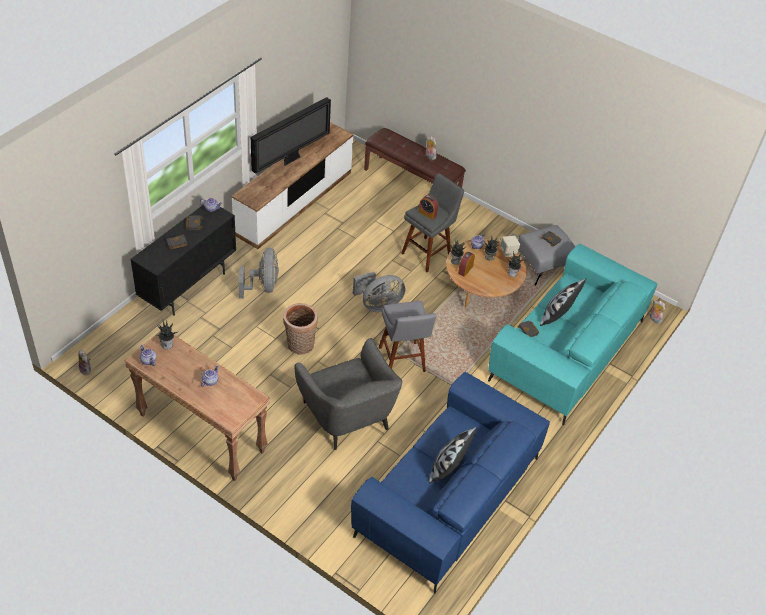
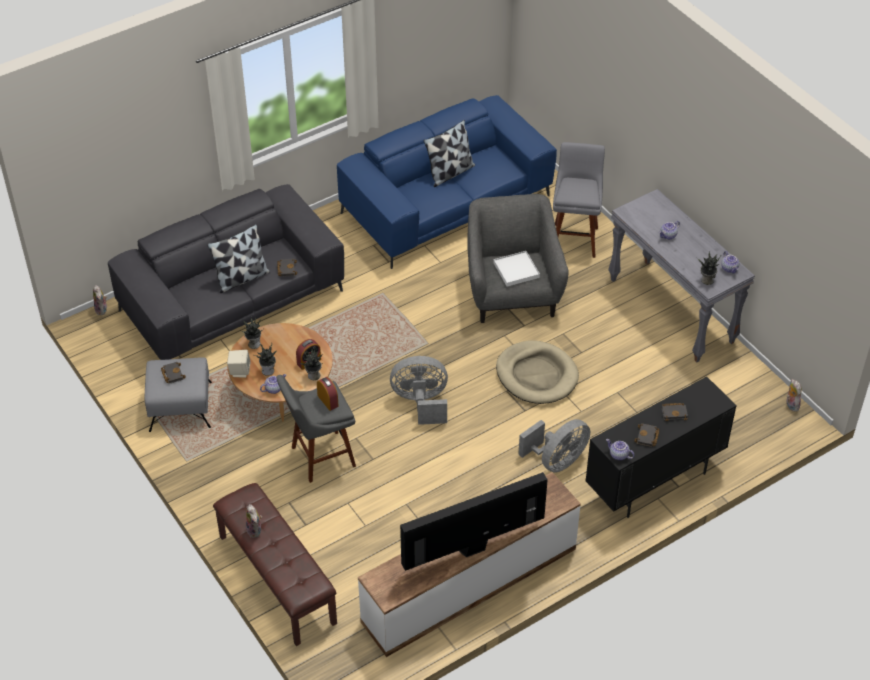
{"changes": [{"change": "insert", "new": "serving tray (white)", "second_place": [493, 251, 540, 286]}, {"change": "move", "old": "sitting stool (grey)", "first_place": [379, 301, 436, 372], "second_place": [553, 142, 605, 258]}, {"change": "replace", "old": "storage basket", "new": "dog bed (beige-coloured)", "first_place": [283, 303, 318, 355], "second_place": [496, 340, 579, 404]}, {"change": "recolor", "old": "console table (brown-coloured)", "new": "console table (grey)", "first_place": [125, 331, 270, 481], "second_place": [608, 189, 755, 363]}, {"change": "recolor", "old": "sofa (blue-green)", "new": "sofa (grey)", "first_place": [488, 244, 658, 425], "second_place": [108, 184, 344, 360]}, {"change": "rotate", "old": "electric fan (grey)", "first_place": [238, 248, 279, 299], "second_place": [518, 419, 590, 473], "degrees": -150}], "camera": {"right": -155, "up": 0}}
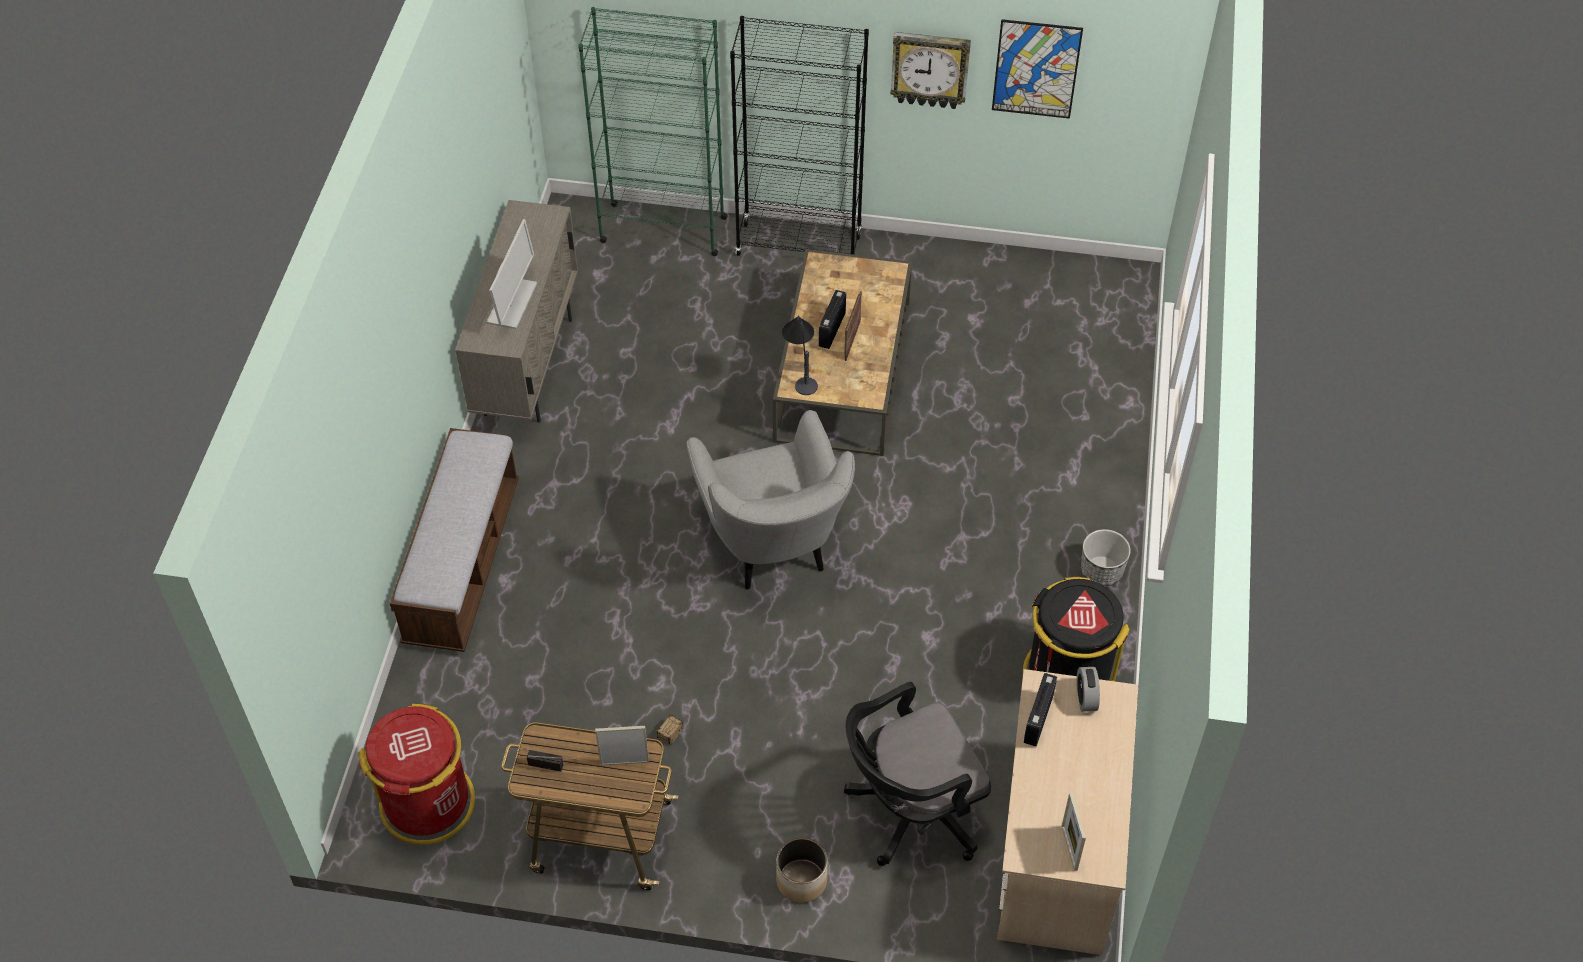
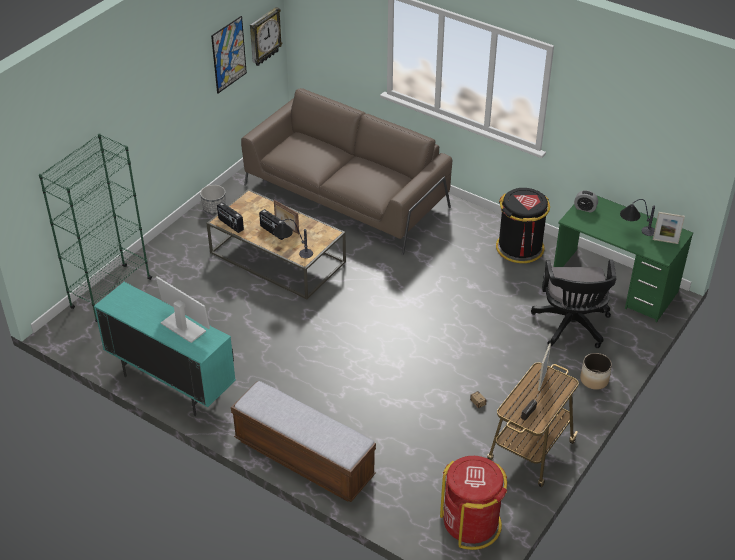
{"changes": [{"change": "delete", "old": "lounge chair (grey)", "first_place": [687, 410, 855, 590]}, {"change": "delete", "old": "bookcase (black-coloured)", "first_place": [730, 16, 869, 256]}, {"change": "insert", "new": "sofa (brown-coloured)", "second_place": [241, 88, 452, 255]}, {"change": "insert", "new": "tabletop lamp", "second_place": [620, 199, 655, 236]}, {"change": "move", "old": "wall clock", "first_place": [890, 32, 971, 109], "second_place": [250, 7, 283, 66]}, {"change": "move", "old": "radio set", "first_place": [1024, 673, 1057, 747], "second_place": [217, 202, 244, 233]}, {"change": "move", "old": "flower pot", "first_place": [1081, 529, 1131, 586], "second_place": [200, 185, 226, 214]}, {"change": "recolor", "old": "storage cabinet (beige-coloured)", "new": "storage cabinet (blue-green)", "first_place": [455, 200, 578, 423], "second_place": [94, 282, 236, 416]}, {"change": "recolor", "old": "desk unit (beige-coloured)", "new": "desk unit (green-coloured)", "first_place": [997, 669, 1138, 955], "second_place": [554, 195, 693, 322]}], "camera": {"right": -65, "up": -10}}
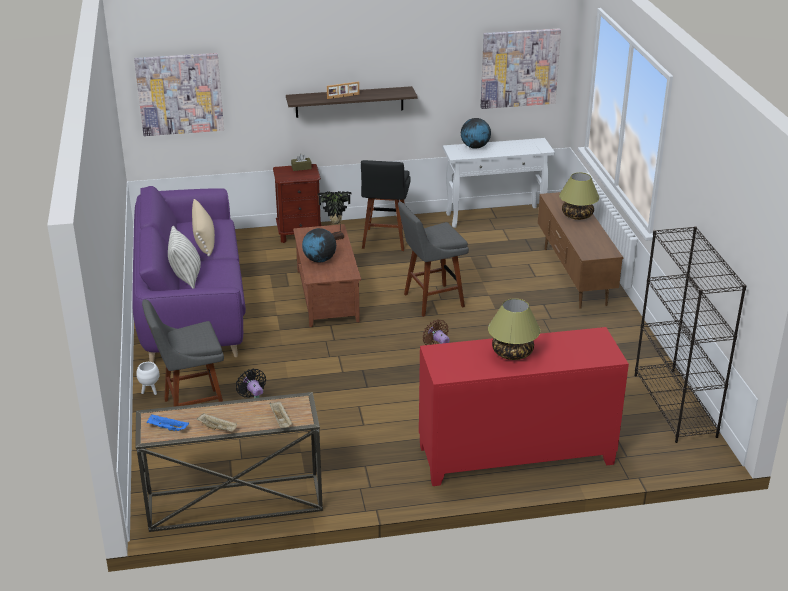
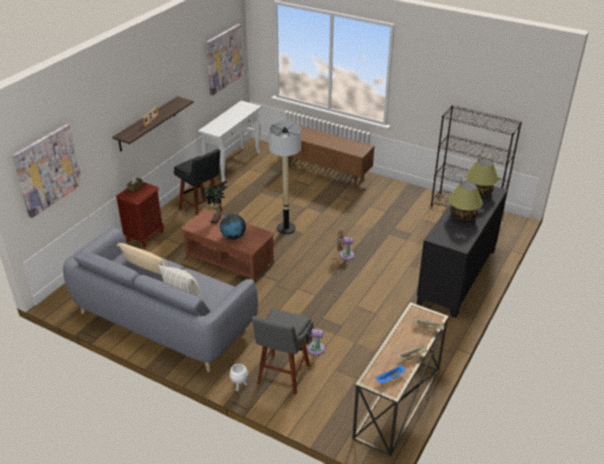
{"changes": [{"change": "delete", "old": "globe", "first_place": [461, 118, 491, 149]}, {"change": "move", "old": "tabletop lamp", "first_place": [559, 172, 599, 220], "second_place": [466, 158, 499, 196]}, {"change": "replace", "old": "sitting stool (grey)", "new": "standing lamp", "first_place": [398, 202, 469, 317], "second_place": [269, 121, 301, 234]}, {"change": "recolor", "old": "sofa (purplish)", "new": "sofa (grey)", "first_place": [132, 186, 246, 363], "second_place": [63, 227, 258, 372]}, {"change": "recolor", "old": "storage cabinet (red-coloured)", "new": "storage cabinet (black-coloured)", "first_place": [419, 327, 629, 486], "second_place": [417, 180, 507, 318]}], "camera": {"right": -50, "up": 5}}
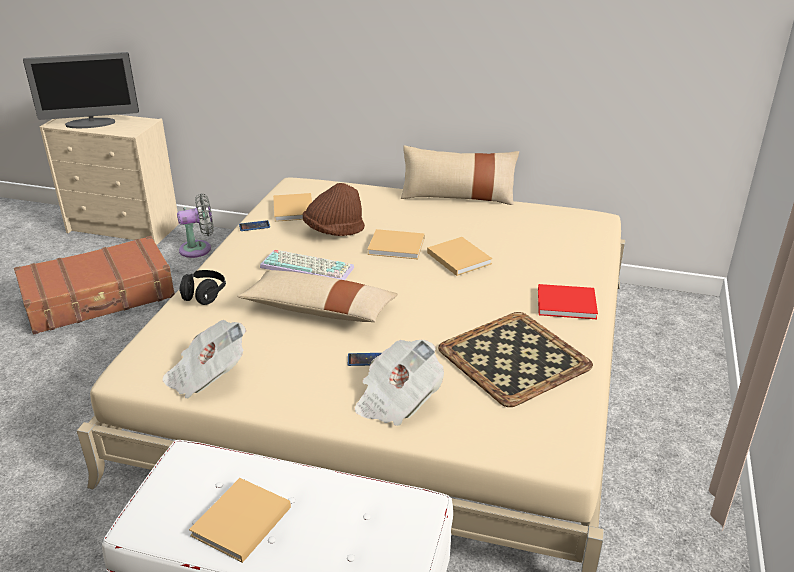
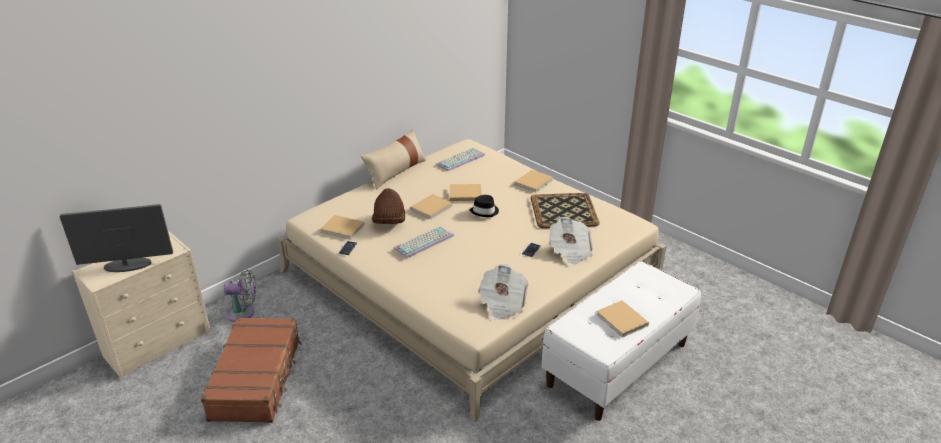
{"changes": [{"change": "delete", "old": "pair of headphones (black-coloured)", "first_place": [179, 270, 226, 305]}, {"change": "delete", "old": "cushion (beige-coloured)", "first_place": [237, 270, 398, 322]}, {"change": "insert", "new": "keyboard", "second_place": [437, 147, 485, 171]}, {"change": "insert", "new": "hat (black-coloured)", "second_place": [470, 195, 499, 217]}, {"change": "recolor", "old": "book (red-coloured)", "new": "book (beige-coloured)", "first_place": [538, 284, 598, 319], "second_place": [515, 170, 553, 193]}, {"change": "rotate", "old": "computer screen", "first_place": [23, 52, 139, 128], "second_place": [60, 204, 173, 272], "degrees": -120}, {"change": "rotate", "old": "electric fan (grey)", "first_place": [177, 193, 214, 258], "second_place": [224, 270, 256, 322], "degrees": 75}], "camera": {"right": -60, "up": 0}}
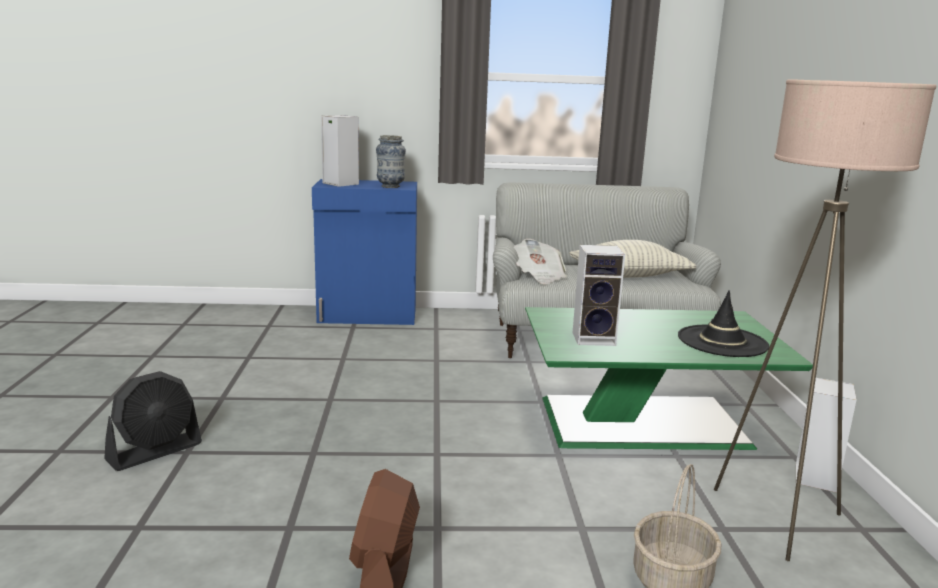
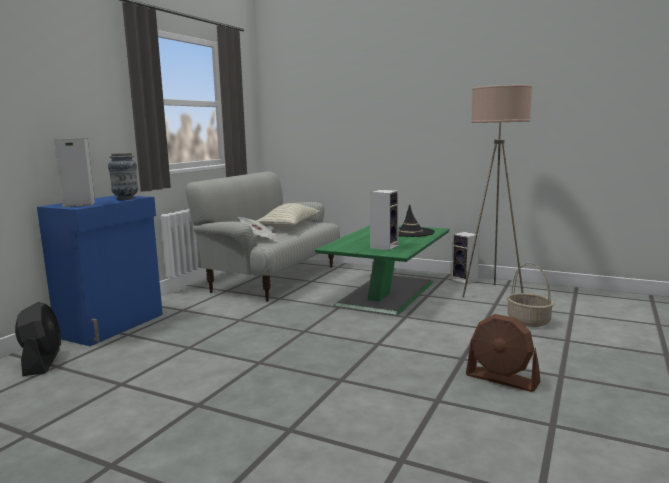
{"changes": [{"change": "move", "old": "electric fan (black-coloured)", "first_place": [104, 371, 202, 471], "second_place": [15, 302, 61, 376]}], "camera": {"right": -60, "up": -5}}
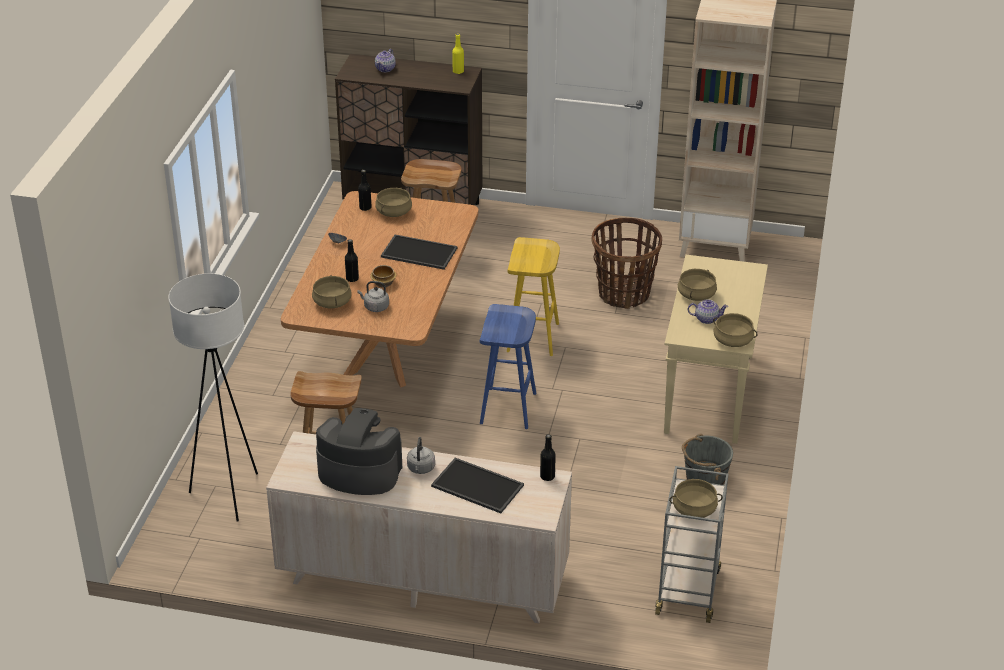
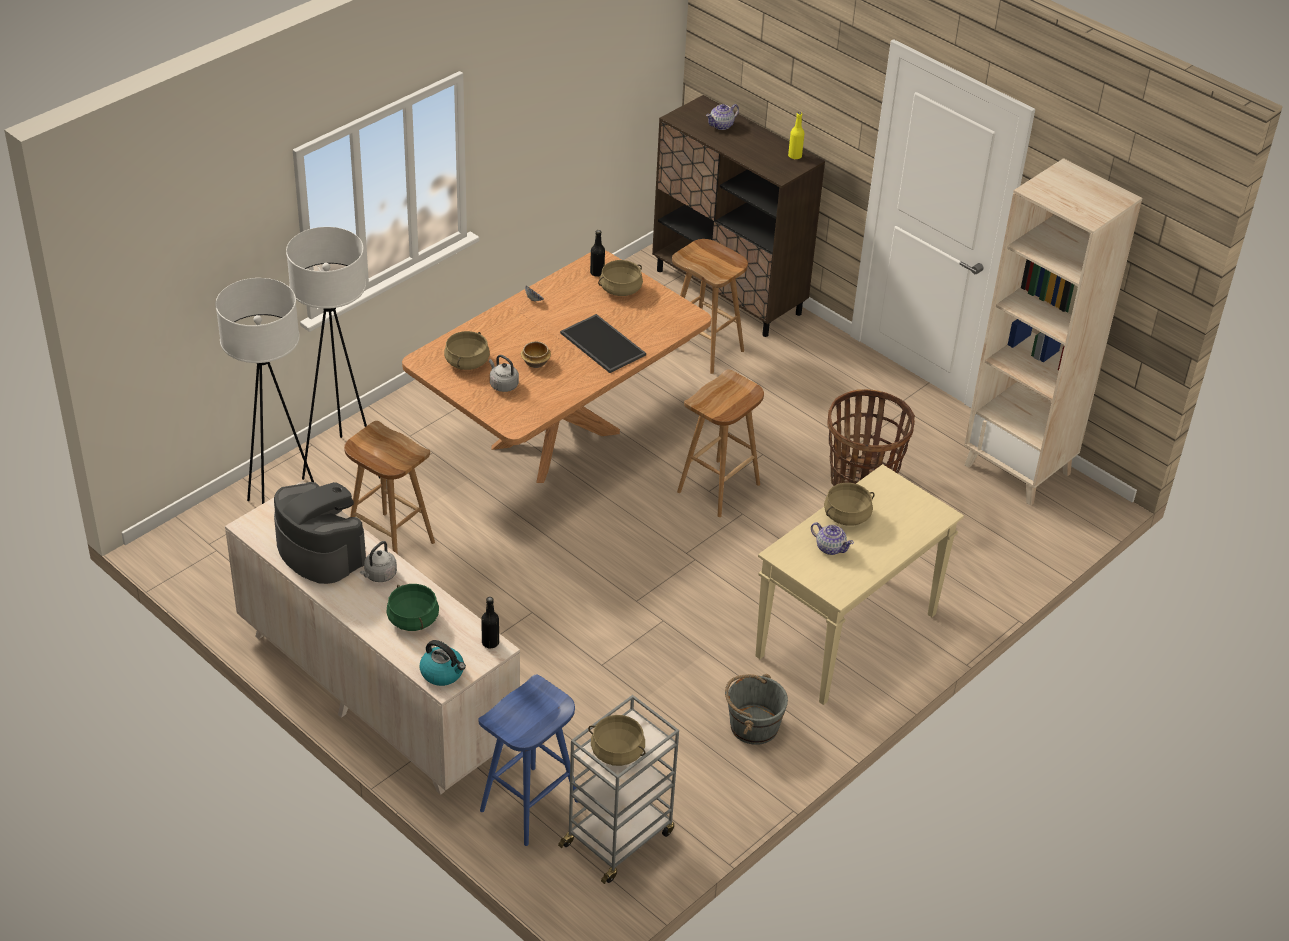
{"changes": [{"change": "delete", "old": "bottle (black-coloured)", "first_place": [345, 239, 359, 282]}, {"change": "delete", "old": "saucepot (beige-coloured)", "first_place": [713, 313, 757, 347]}, {"change": "insert", "new": "standing lamp (white)", "second_place": [286, 227, 380, 480]}, {"change": "insert", "new": "water kettle", "second_place": [420, 640, 466, 686]}, {"change": "move", "old": "sitting stool (blue)", "first_place": [480, 304, 536, 429], "second_place": [478, 675, 578, 846]}, {"change": "replace", "old": "serving tray", "new": "saucepot (green-coloured)", "first_place": [431, 458, 524, 513], "second_place": [386, 584, 439, 631]}, {"change": "recolor", "old": "sitting stool (yellow-coloured)", "new": "sitting stool (brown-coloured)", "first_place": [507, 237, 560, 356], "second_place": [677, 369, 764, 517]}], "camera": {"right": 30, "up": 5}}
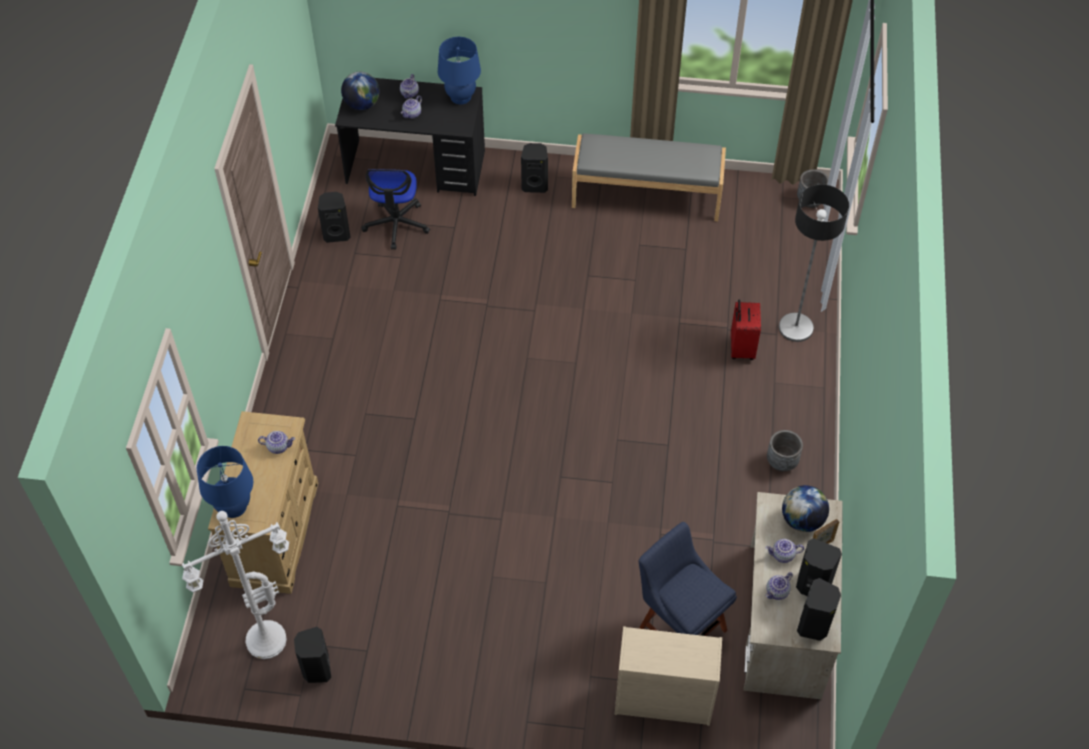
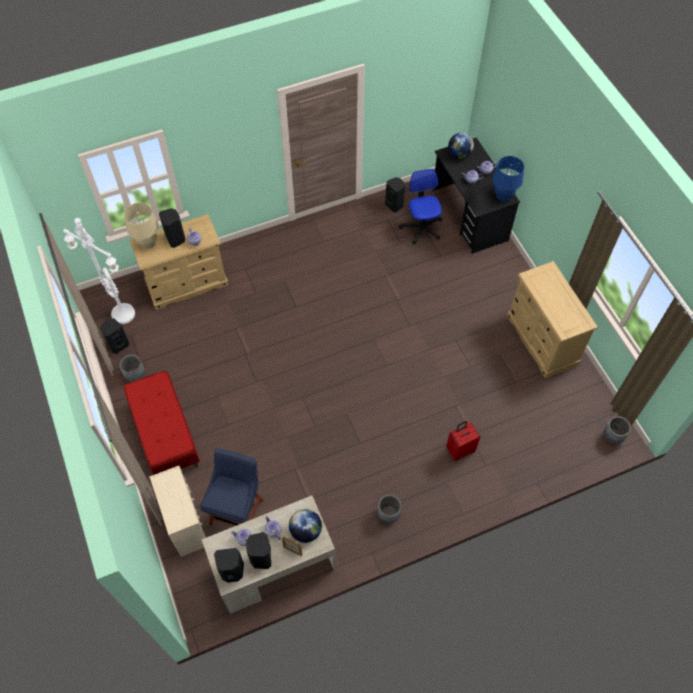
{"changes": [{"change": "delete", "old": "standing lamp", "first_place": [779, 185, 849, 342]}, {"change": "insert", "new": "flower pot (grey)", "second_place": [119, 355, 145, 381]}, {"change": "insert", "new": "indoor bench (red-coloured)", "second_place": [124, 371, 200, 475]}, {"change": "move", "old": "speaker (black-coloured)", "first_place": [521, 143, 548, 193], "second_place": [159, 208, 185, 248]}, {"change": "replace", "old": "indoor bench (grey)", "new": "dresser (beige-coloured)", "first_place": [572, 133, 726, 221], "second_place": [507, 261, 598, 378]}, {"change": "recolor", "old": "tabletop lamp (blue)", "new": "tabletop lamp (beige-coloured)", "first_place": [197, 446, 253, 518], "second_place": [124, 203, 159, 249]}, {"change": "rotate", "old": "computer chair", "first_place": [361, 169, 430, 250], "second_place": [399, 169, 443, 244], "degrees": 105}], "camera": {"right": 60, "up": 5}}
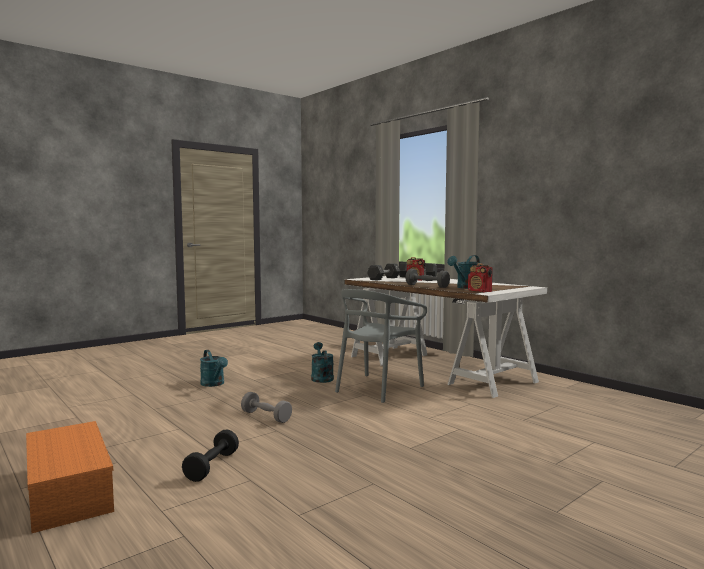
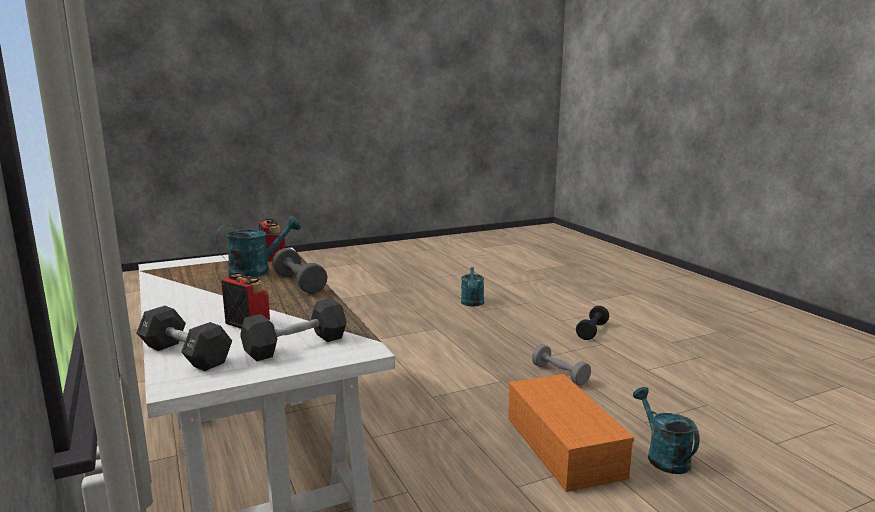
{"changes": [{"change": "delete", "old": "chair (grey)", "first_place": [335, 289, 427, 403]}, {"change": "move", "old": "storage box (orangey)", "first_place": [26, 421, 114, 533], "second_place": [508, 374, 634, 492]}, {"change": "move", "old": "watering pot (blue-green)", "first_place": [311, 342, 334, 383], "second_place": [461, 267, 484, 307]}], "camera": {"right": -165, "up": 10}}
